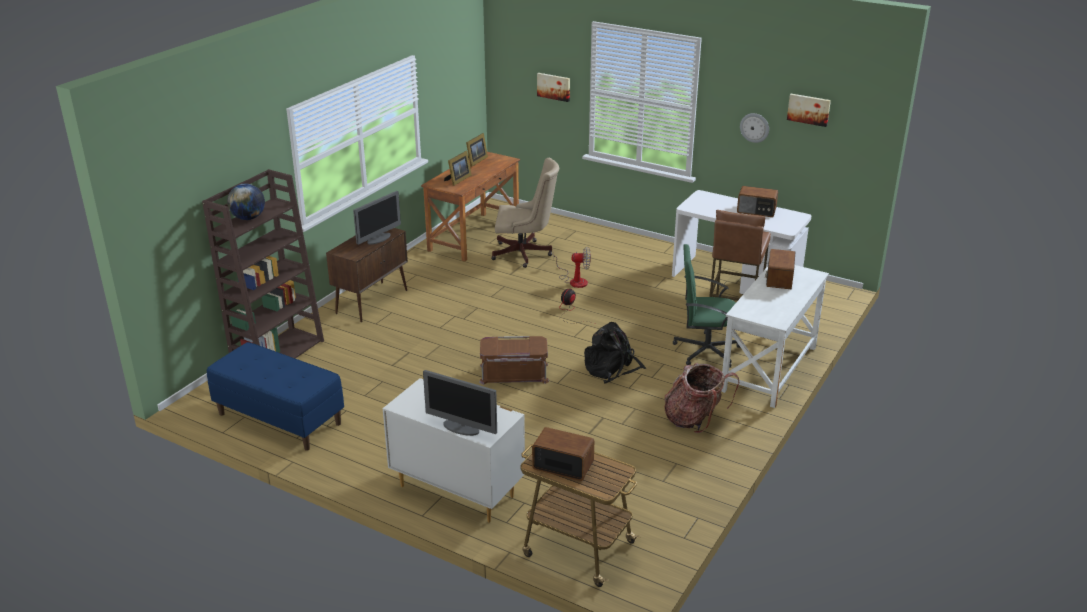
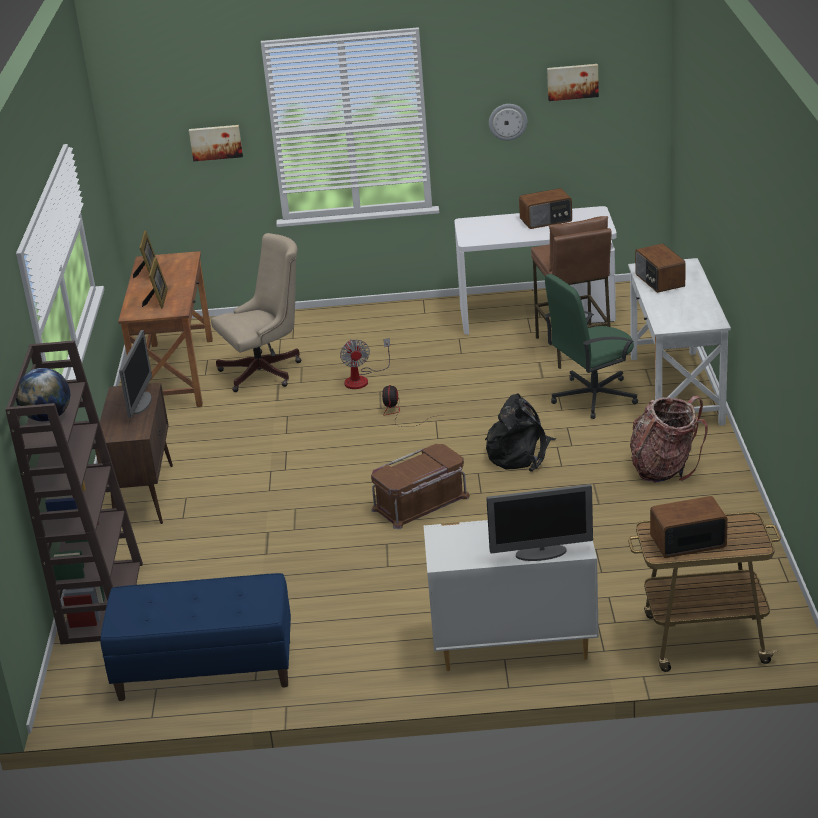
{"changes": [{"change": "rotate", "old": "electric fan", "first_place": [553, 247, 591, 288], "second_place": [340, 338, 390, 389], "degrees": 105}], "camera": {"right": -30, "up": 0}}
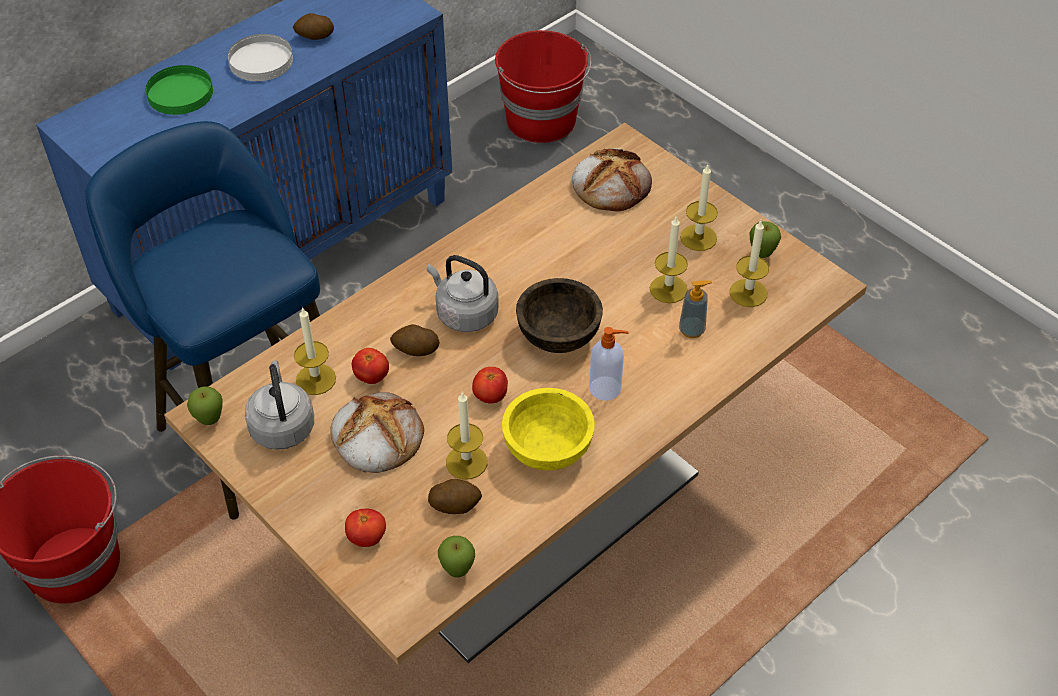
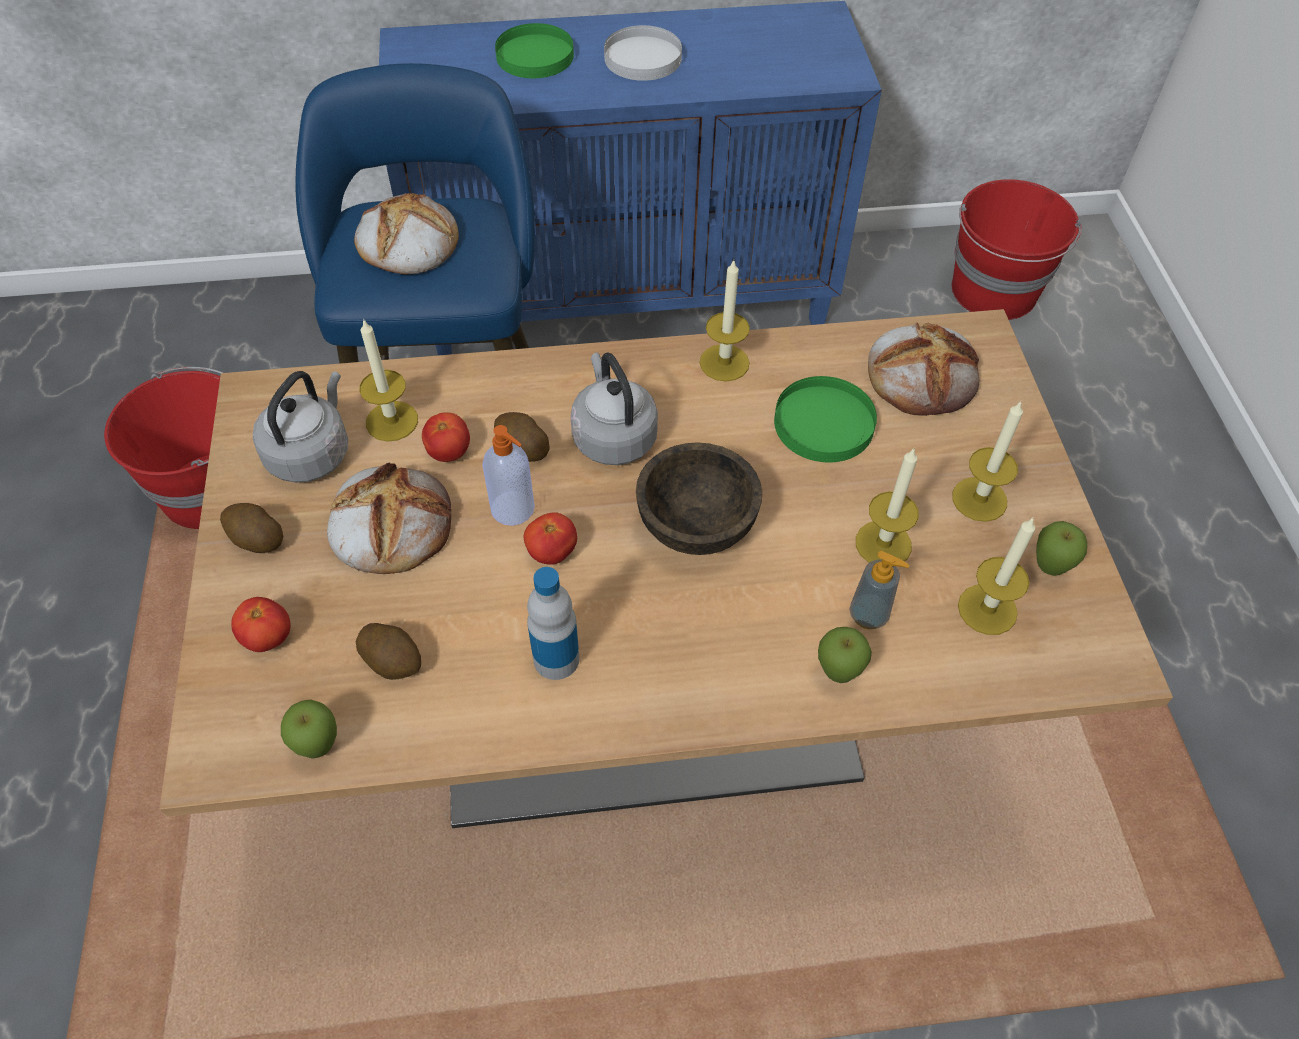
{"changes": [{"change": "insert", "new": "bread", "second_place": [354, 193, 459, 275]}, {"change": "insert", "new": "plate (green-coloured)", "second_place": [774, 376, 877, 462]}, {"change": "move", "old": "whole apple", "first_place": [187, 386, 222, 425], "second_place": [818, 627, 872, 683]}, {"change": "move", "old": "spud", "first_place": [293, 13, 334, 40], "second_place": [220, 503, 283, 553]}, {"change": "move", "old": "wax candle", "first_place": [446, 391, 488, 480], "second_place": [700, 260, 750, 382]}, {"change": "move", "old": "soap dispenser", "first_place": [589, 327, 629, 401], "second_place": [482, 425, 535, 526]}, {"change": "replace", "old": "bowl (yellow-coloured)", "new": "bottle", "first_place": [502, 388, 595, 471], "second_place": [527, 567, 580, 680]}], "camera": {"right": 35, "up": 5}}
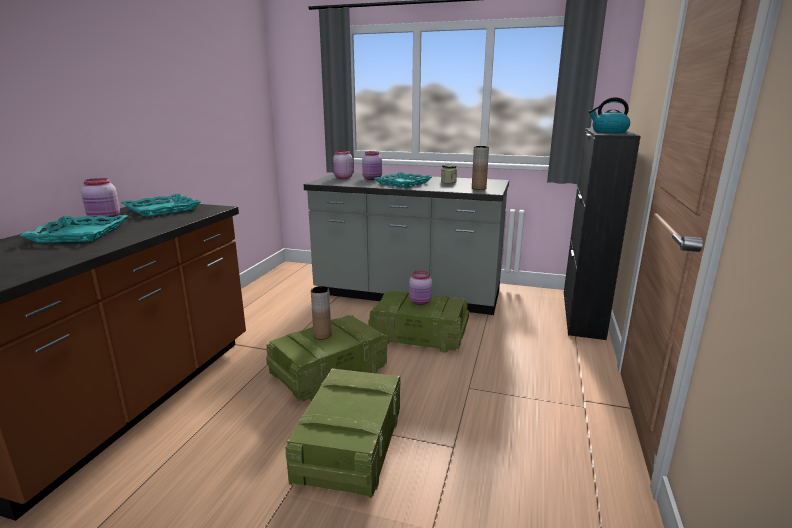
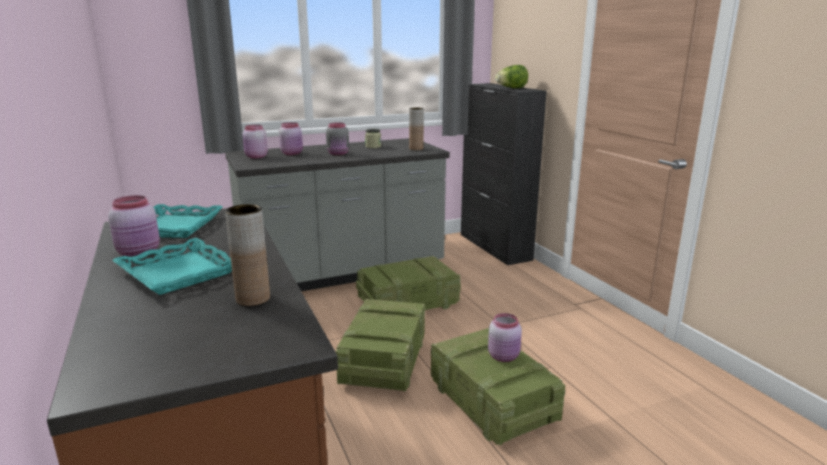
{"changes": [{"change": "move", "old": "vase (brown-coloured)", "first_place": [311, 286, 331, 339], "second_place": [225, 204, 270, 306]}, {"change": "move", "old": "storage jar (pinkish)", "first_place": [409, 271, 432, 305], "second_place": [488, 313, 522, 362]}, {"change": "replace", "old": "serving tray (blue-green)", "new": "storage jar (grey)", "first_place": [374, 172, 433, 188], "second_place": [326, 122, 349, 155]}, {"change": "replace", "old": "water kettle", "new": "lettuce", "first_place": [589, 97, 630, 133], "second_place": [495, 65, 528, 88]}], "camera": {"right": -40, "up": 0}}
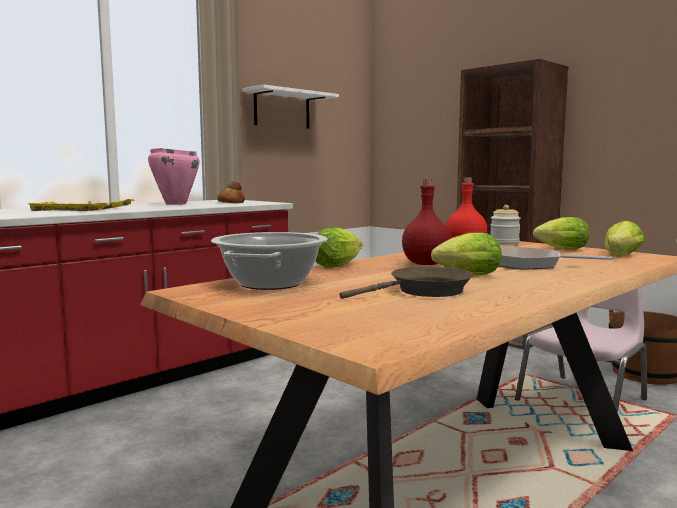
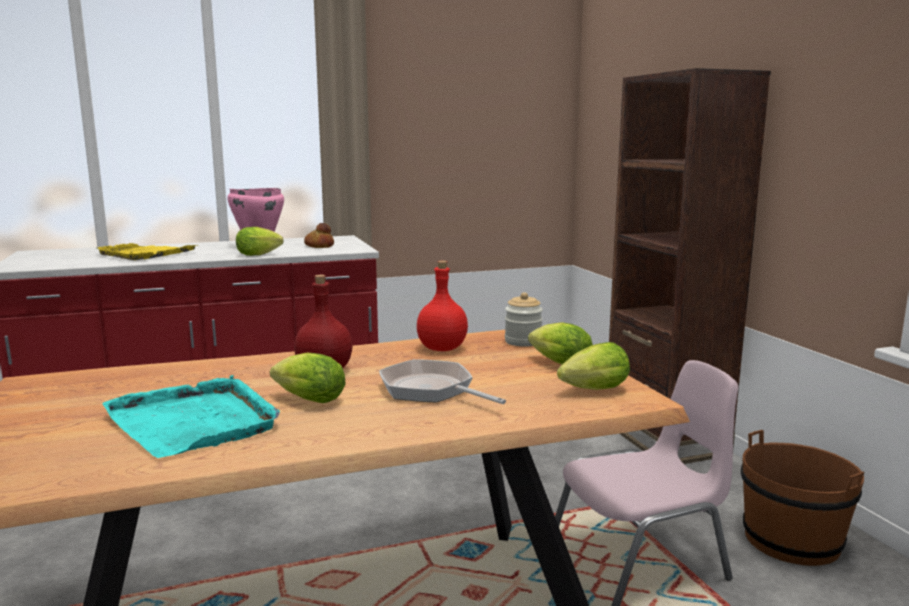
{"changes": [{"change": "delete", "old": "saucepot", "first_place": [211, 232, 328, 290]}, {"change": "delete", "old": "wall shelf (white)", "first_place": [243, 85, 339, 129]}, {"change": "move", "old": "lettuce", "first_place": [315, 227, 363, 268], "second_place": [236, 227, 284, 256]}, {"change": "replace", "old": "pan (brown-coloured)", "new": "serving tray (blue-green)", "first_place": [340, 266, 473, 299], "second_place": [102, 375, 280, 458]}], "camera": {"right": 25, "up": 5}}
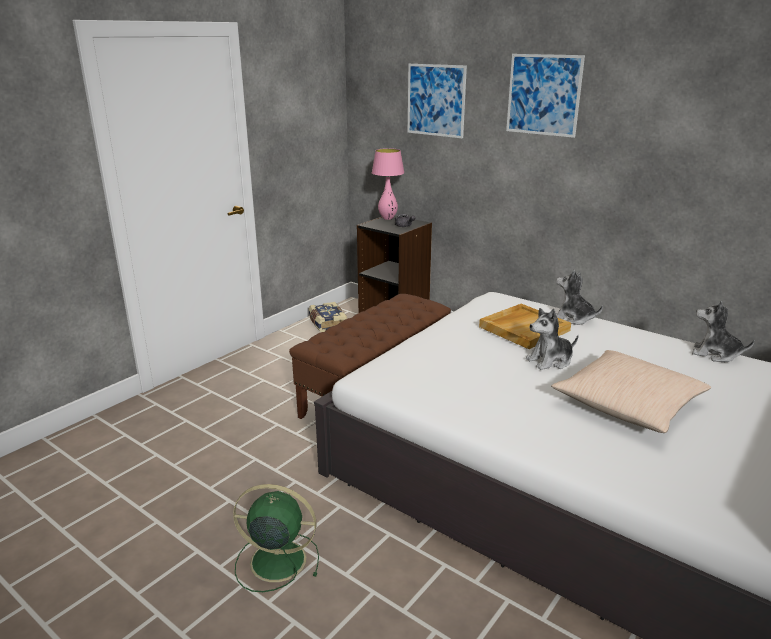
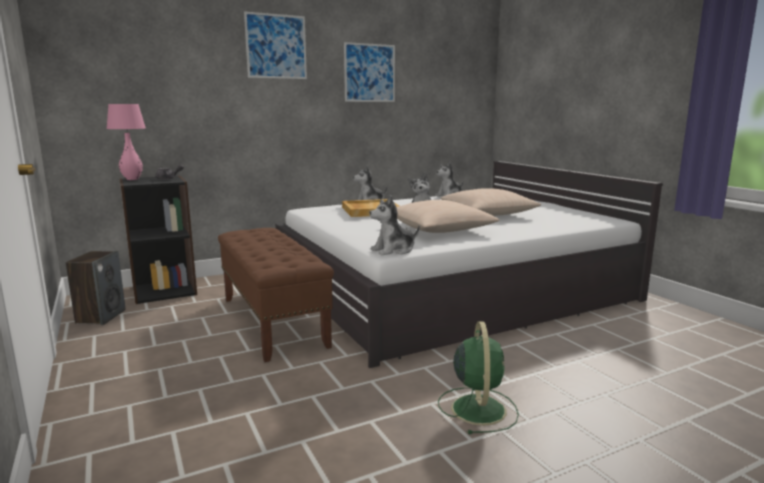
{"changes": [{"change": "insert", "new": "plush toy", "second_place": [369, 195, 420, 255]}, {"change": "insert", "new": "cushion (beige-coloured)", "second_place": [397, 200, 500, 233]}, {"change": "move", "old": "wall art", "first_place": [408, 64, 467, 138], "second_place": [344, 42, 395, 102]}, {"change": "replace", "old": "book", "new": "speaker", "first_place": [309, 302, 347, 332], "second_place": [66, 251, 126, 325]}, {"change": "rotate", "old": "electric fan (green-coloured)", "first_place": [233, 484, 319, 592], "second_place": [438, 321, 519, 434], "degrees": 150}], "camera": {"right": -65, "up": -10}}
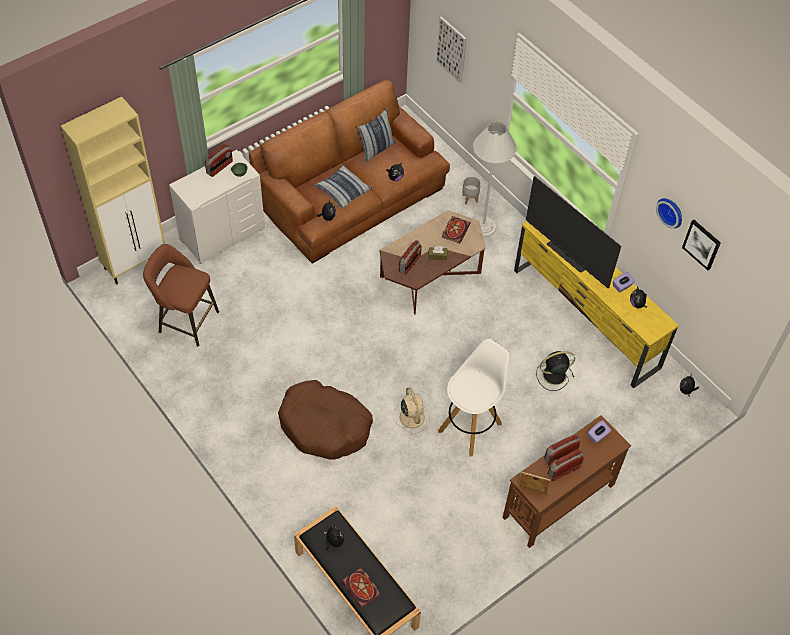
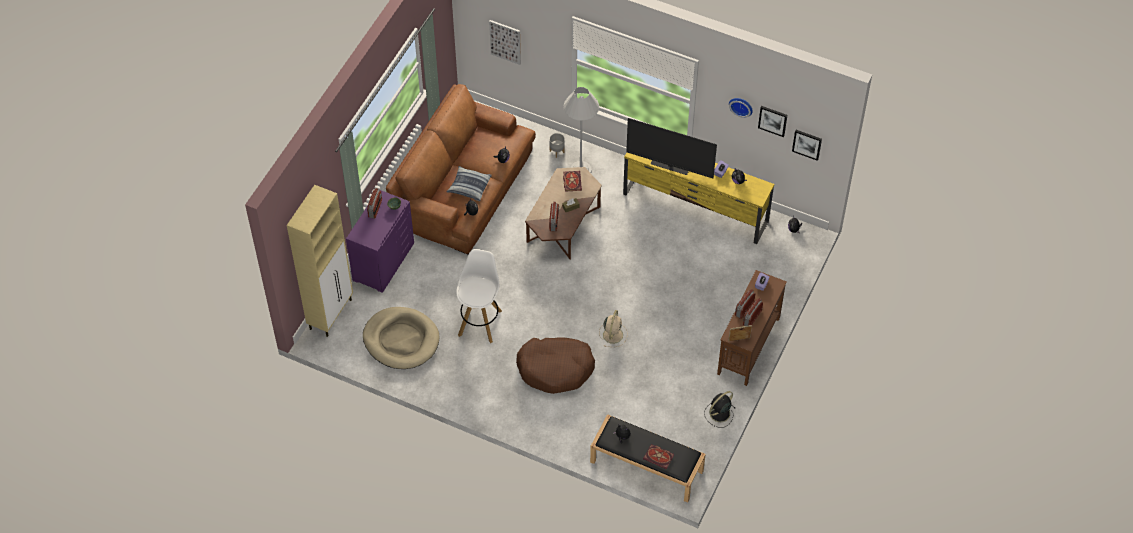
{"changes": [{"change": "delete", "old": "cushion", "first_place": [356, 109, 395, 162]}, {"change": "insert", "new": "wall art", "second_place": [792, 130, 822, 161]}, {"change": "move", "old": "sitting stool (white)", "first_place": [438, 339, 509, 456], "second_place": [456, 249, 502, 343]}, {"change": "move", "old": "electric fan (black-coloured)", "first_place": [536, 351, 575, 391], "second_place": [704, 391, 735, 428]}, {"change": "replace", "old": "sitting stool (brown-coloured)", "new": "dog bed (beige-coloured)", "first_place": [143, 244, 219, 347], "second_place": [363, 307, 439, 369]}, {"change": "recolor", "old": "dresser (white)", "new": "dresser (purplish)", "first_place": [169, 150, 265, 264], "second_place": [346, 190, 414, 292]}, {"change": "rotate", "old": "electric fan (beige-coloured)", "first_place": [393, 387, 430, 435], "second_place": [599, 310, 628, 347], "degrees": 60}], "camera": {"right": -25, "up": 0}}
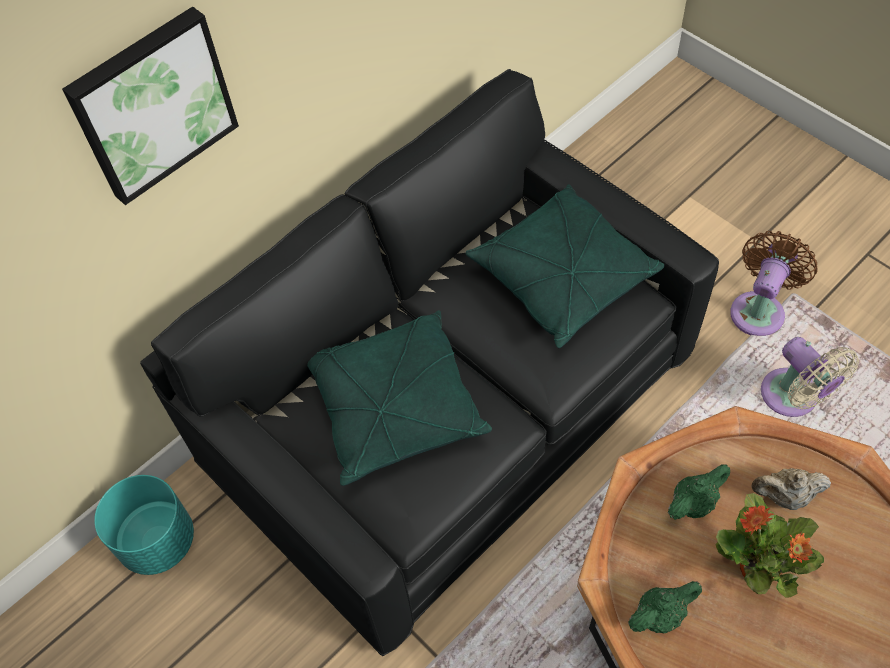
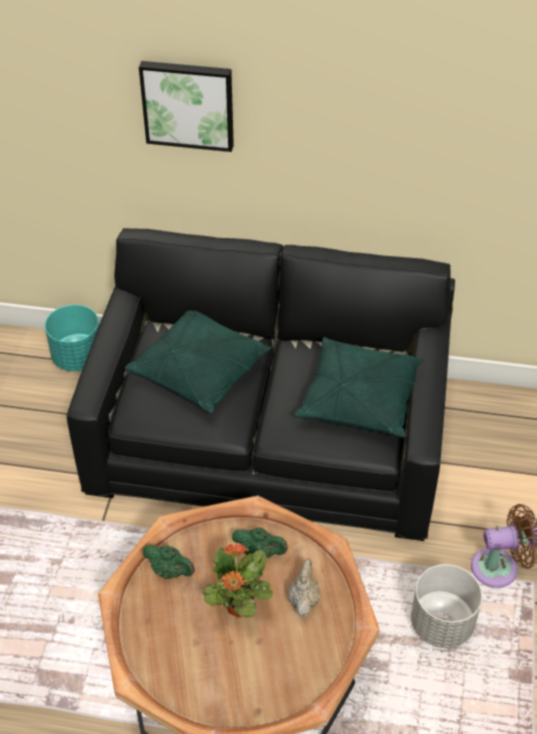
{"changes": [{"change": "replace", "old": "electric fan (beige-coloured)", "new": "flower pot (grey)", "first_place": [761, 337, 859, 417], "second_place": [411, 564, 482, 648]}, {"change": "rotate", "old": "teapot (beige-coloured)", "first_place": [752, 468, 831, 510], "second_place": [288, 558, 320, 617], "degrees": 45}], "camera": {"right": 50, "up": -10}}
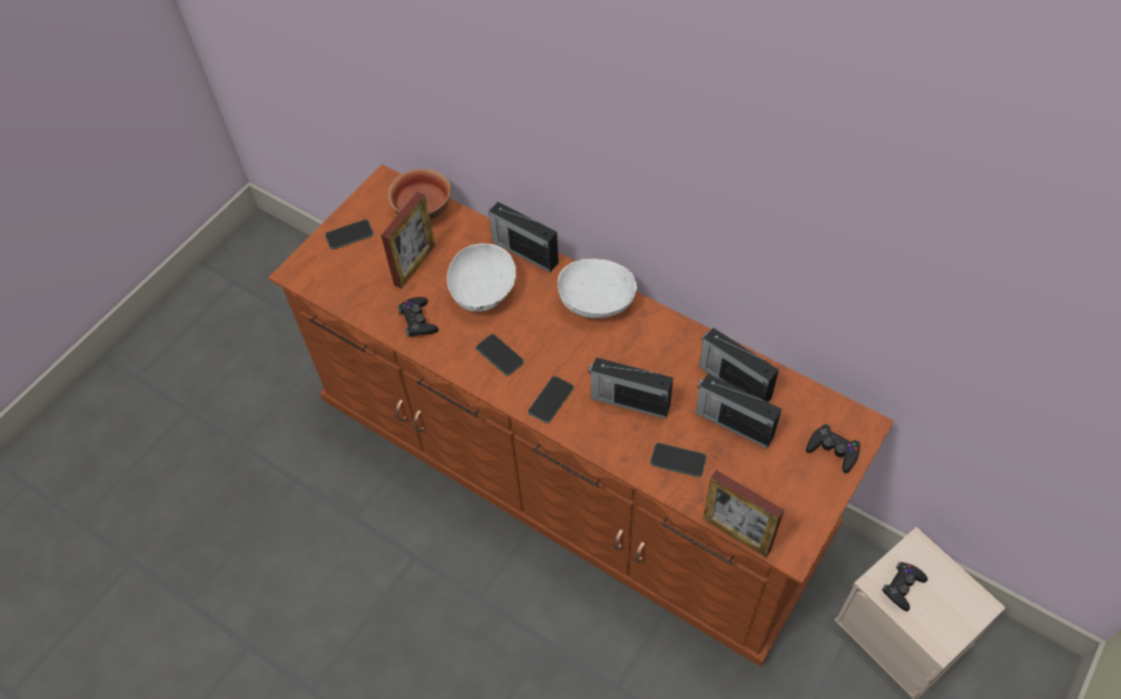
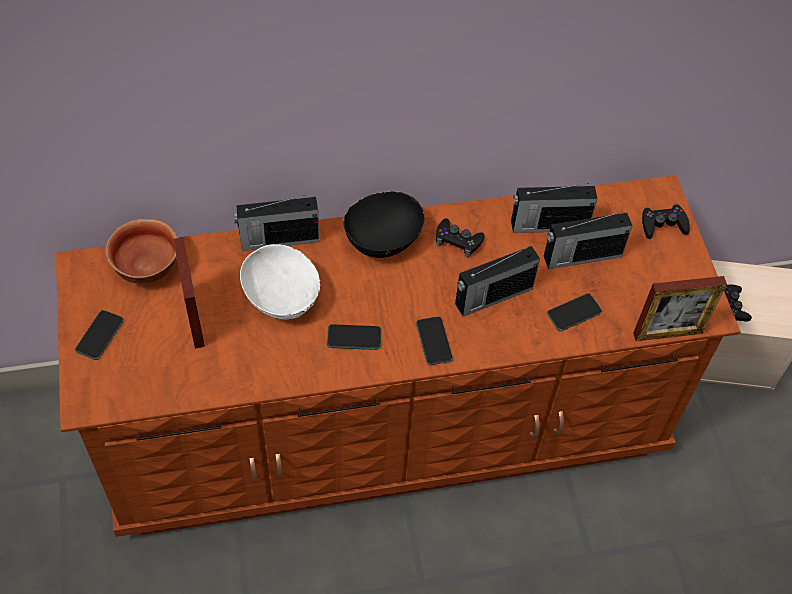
{"changes": [{"change": "move", "old": "joypad (black-coloured)", "first_place": [397, 297, 438, 337], "second_place": [436, 218, 485, 257]}, {"change": "recolor", "old": "bowl (white)", "new": "bowl (black-coloured)", "first_place": [557, 258, 637, 318], "second_place": [343, 191, 425, 258]}], "camera": {"right": -50, "up": 0}}
